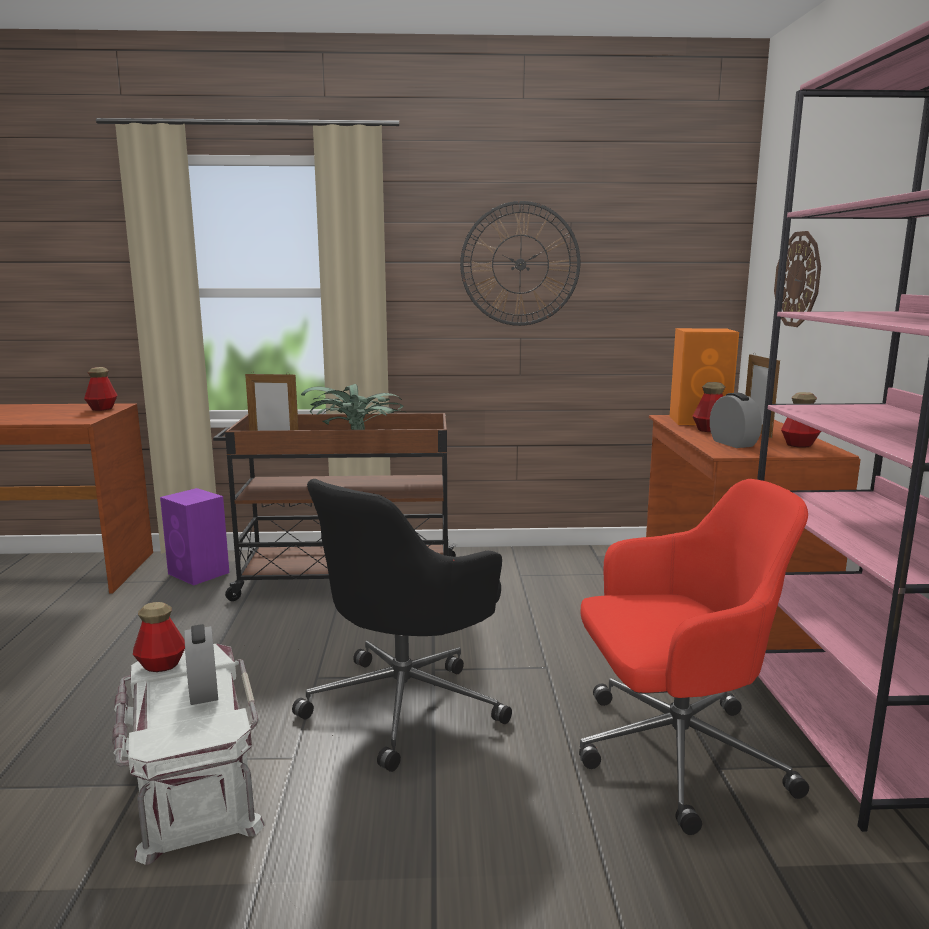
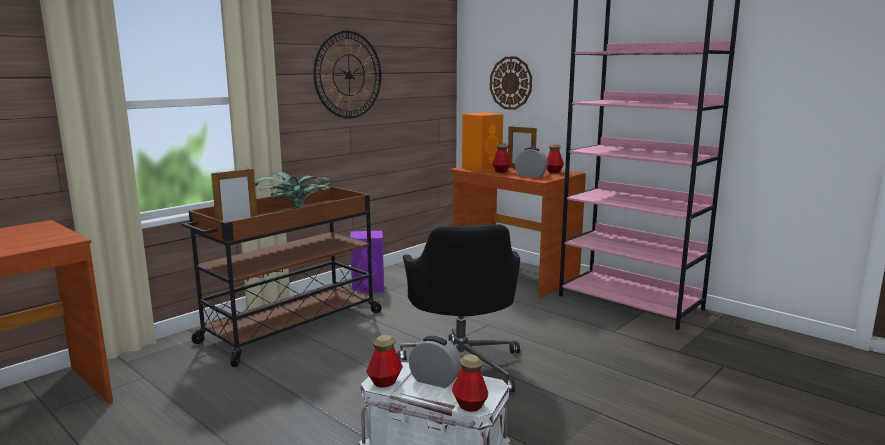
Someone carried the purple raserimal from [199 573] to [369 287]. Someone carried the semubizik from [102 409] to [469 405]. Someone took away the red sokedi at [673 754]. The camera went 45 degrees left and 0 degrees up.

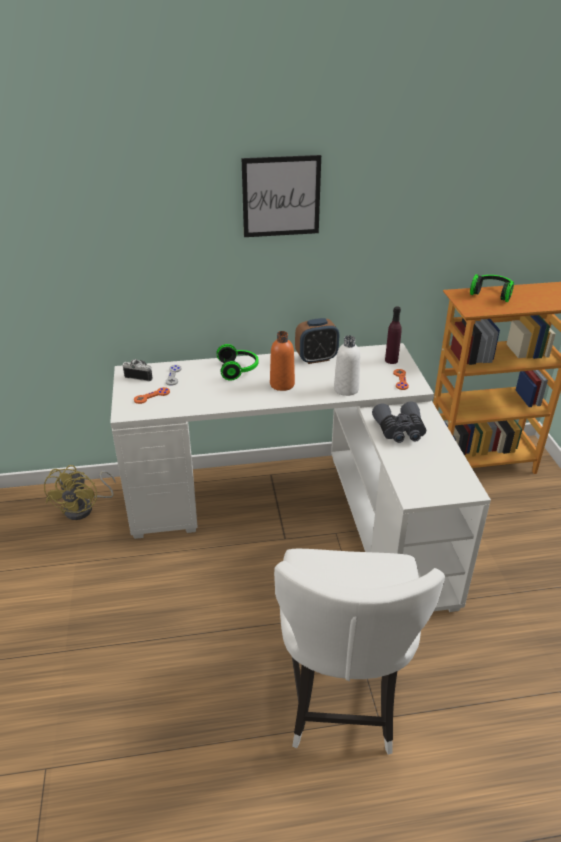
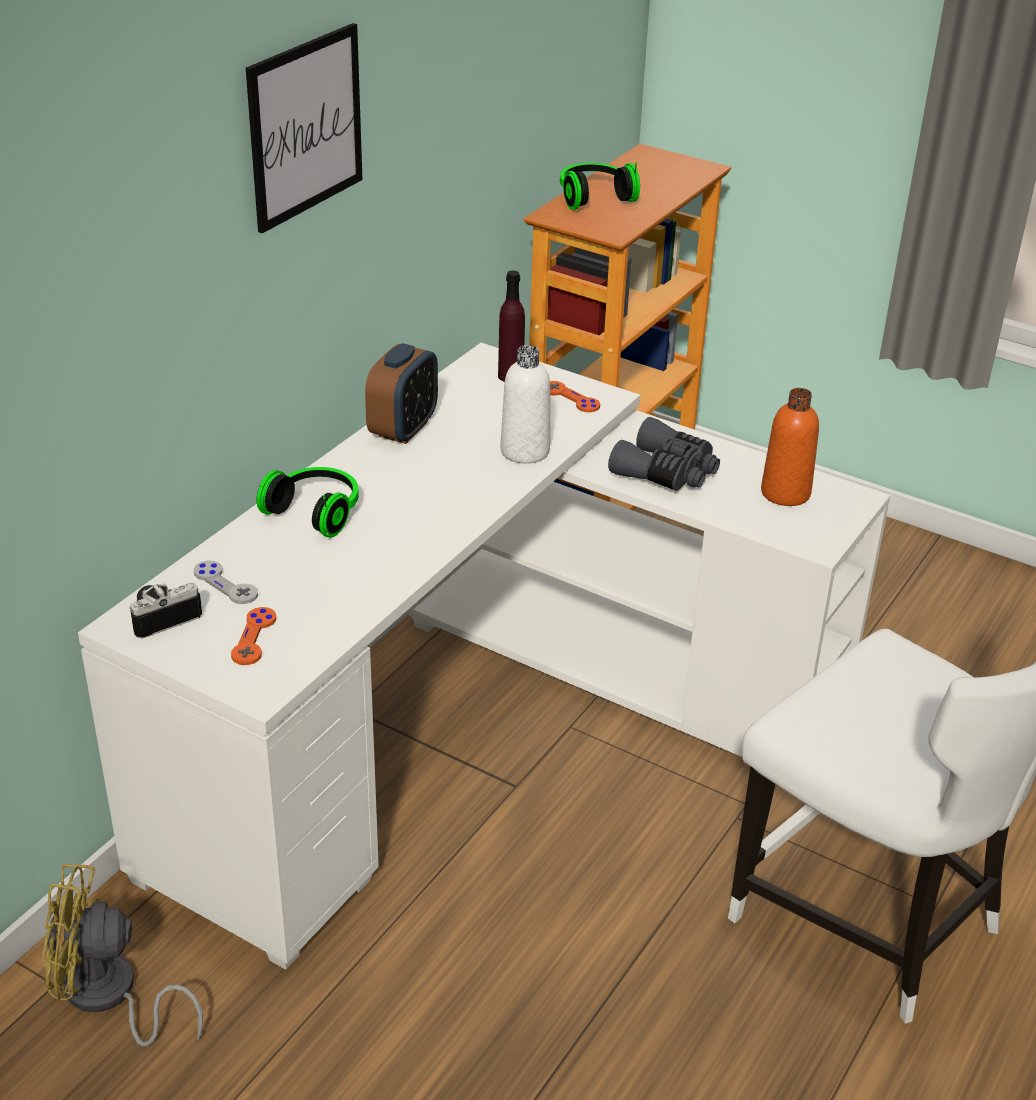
Someone rotated the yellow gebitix at [85 508] by 135 degrees clockwise. Someone carried the orange semubizik from [282 384] to [785 493]. The camera went 50 degrees left and 0 degrees up.

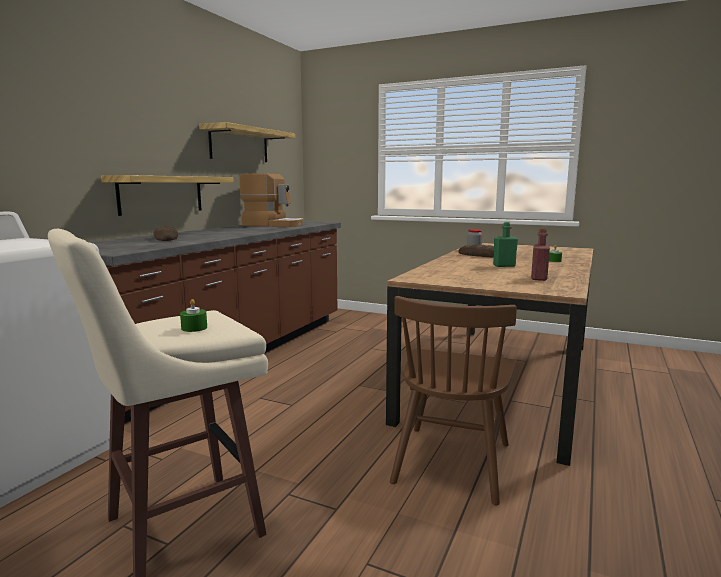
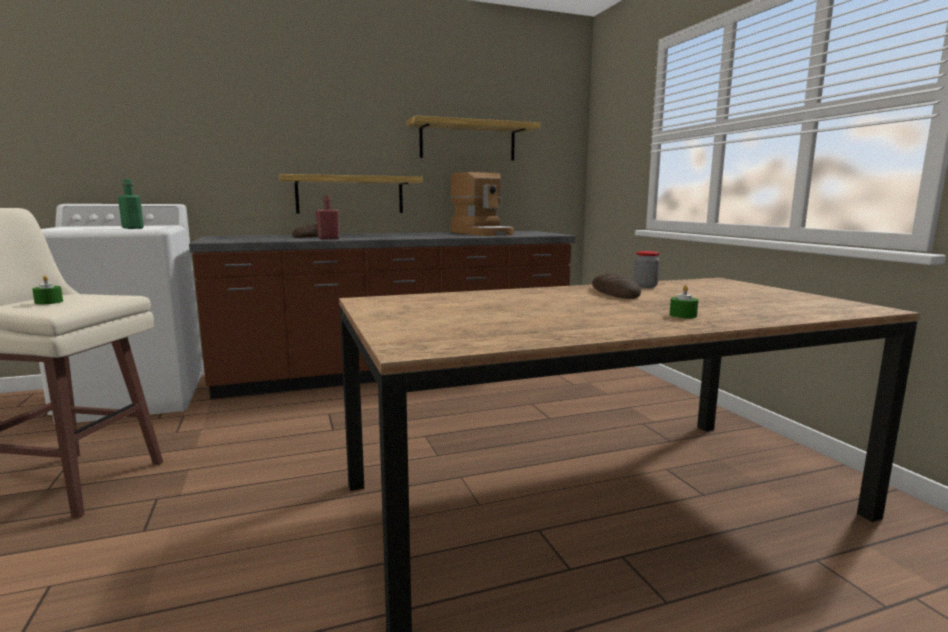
Someone carried the green semubizik from [504 266] to [132 228]. Someone carried the red semubizik from [539 278] to [328 238]. Someone took away the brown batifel at [452 462]. The camera went 45 degrees right and 0 degrees up.

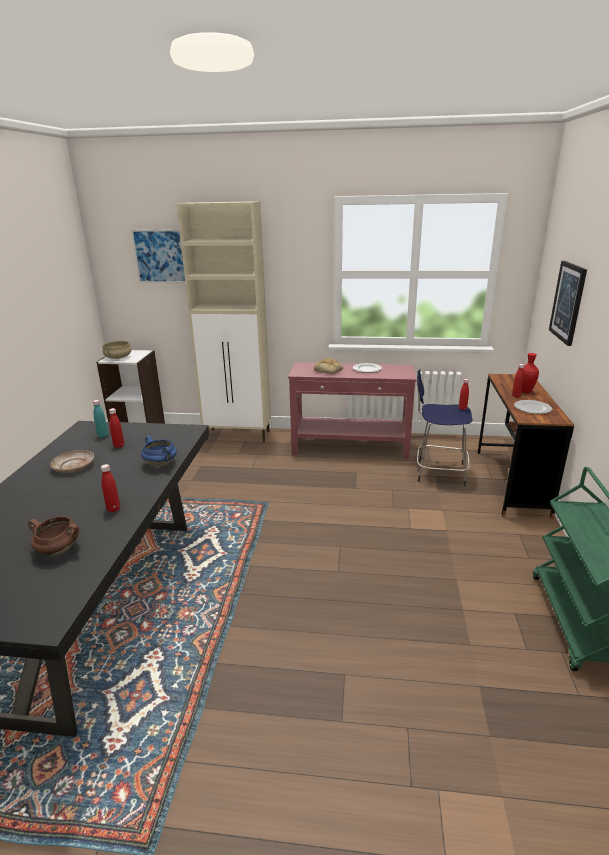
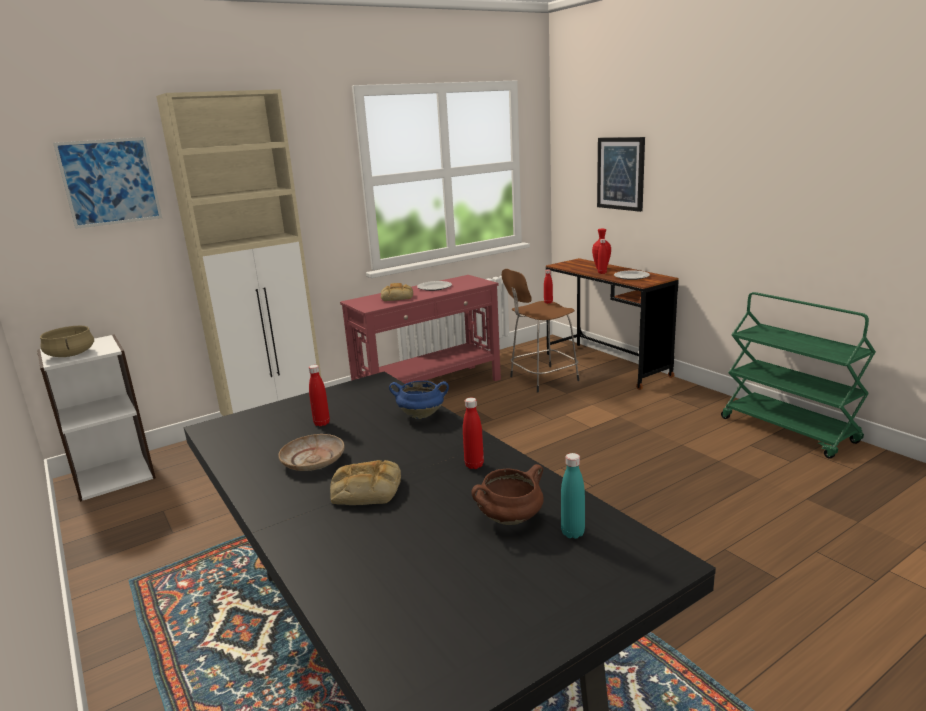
Someone put down the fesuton at [365 491]. Someone repainted the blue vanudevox at [438 472], which became the brown vanudevox at [541 379]. Someone carried the turquoise semubizik from [103 436] to [572 533]. The camera went 40 degrees left and 5 degrees down.

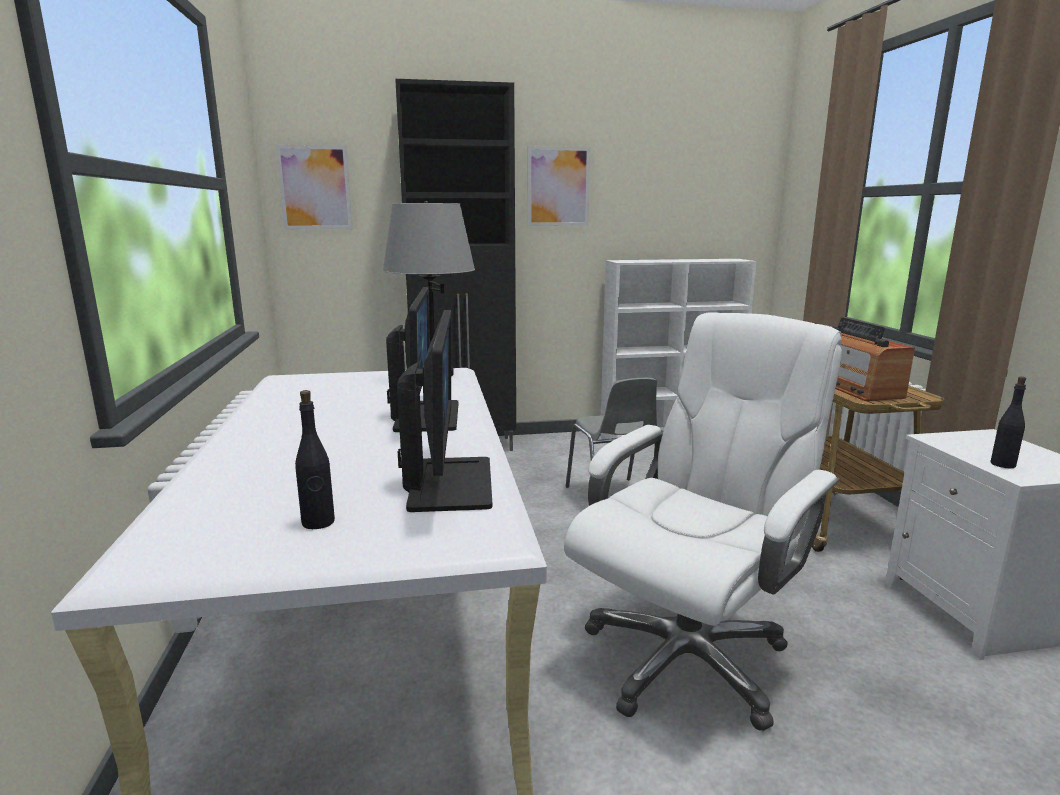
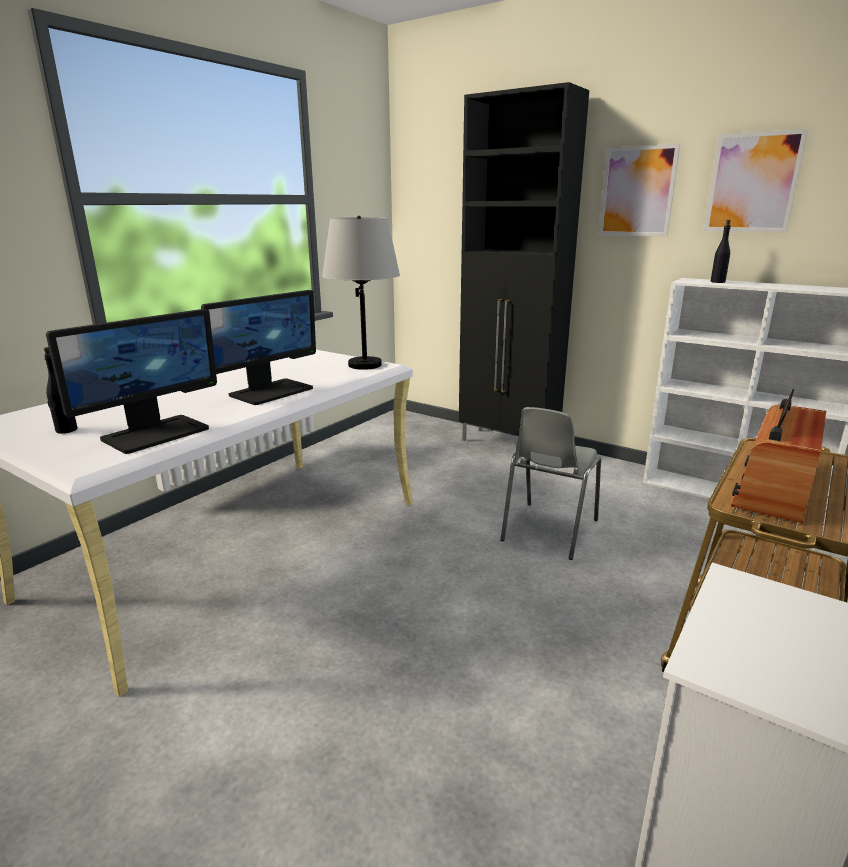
Someone carried the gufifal from [315 188] to [753 183]. Someone carried the black semubizik from [1002 464] to [717 282]. Someone took away the white sokedi at [686 657]. The camera went 45 degrees right and 5 degrees up.

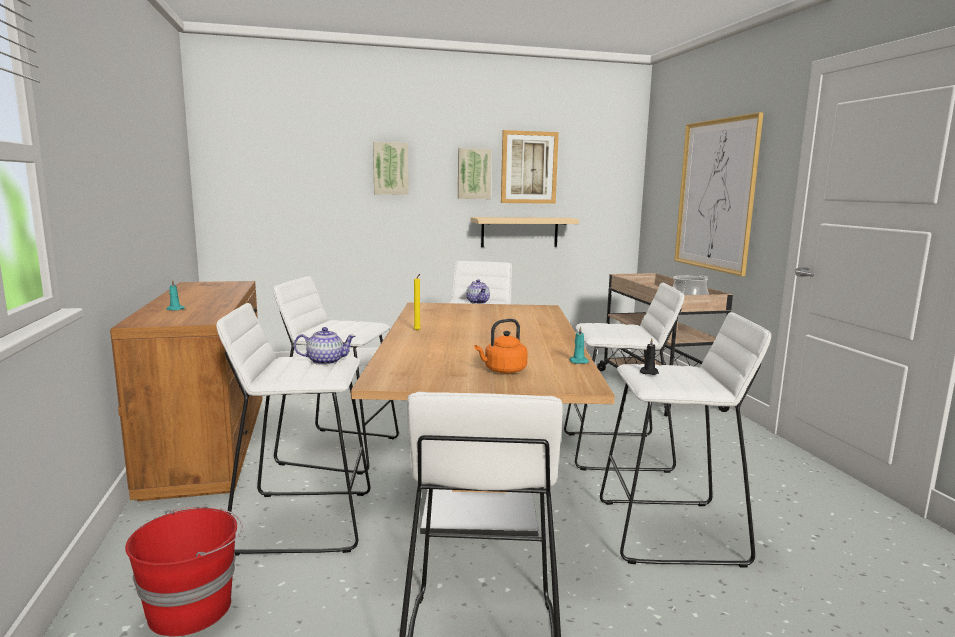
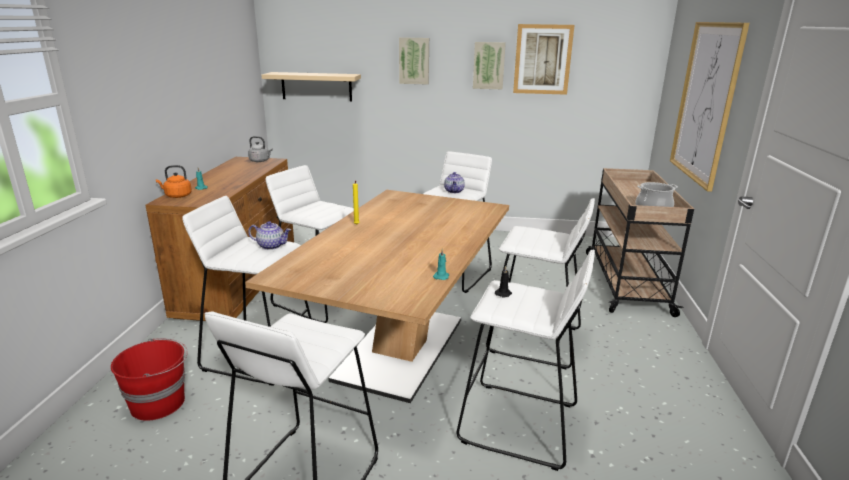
Someone carried the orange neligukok from [503 371] to [177 196]. Someone put down the grey neligukok at [260 161]. Someone carried the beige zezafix from [519 232] to [316 86]. The camera went 20 degrees right and 10 degrees up.

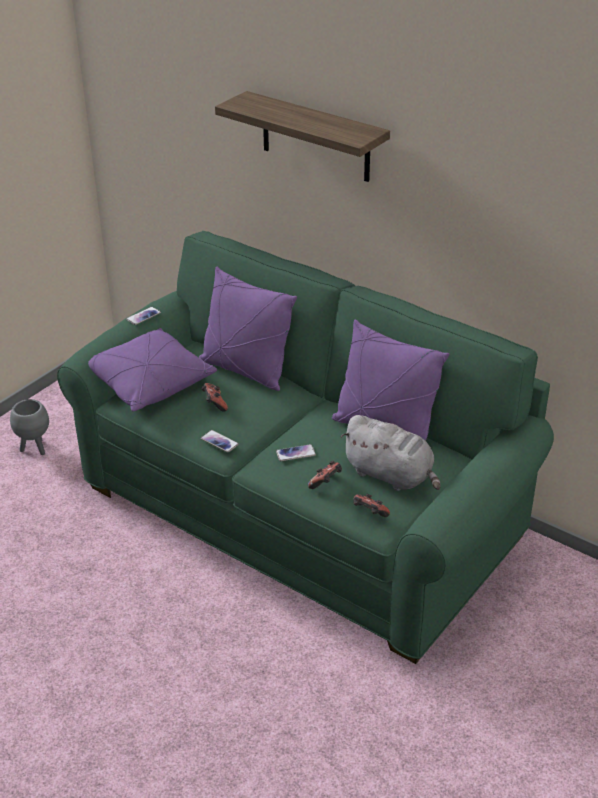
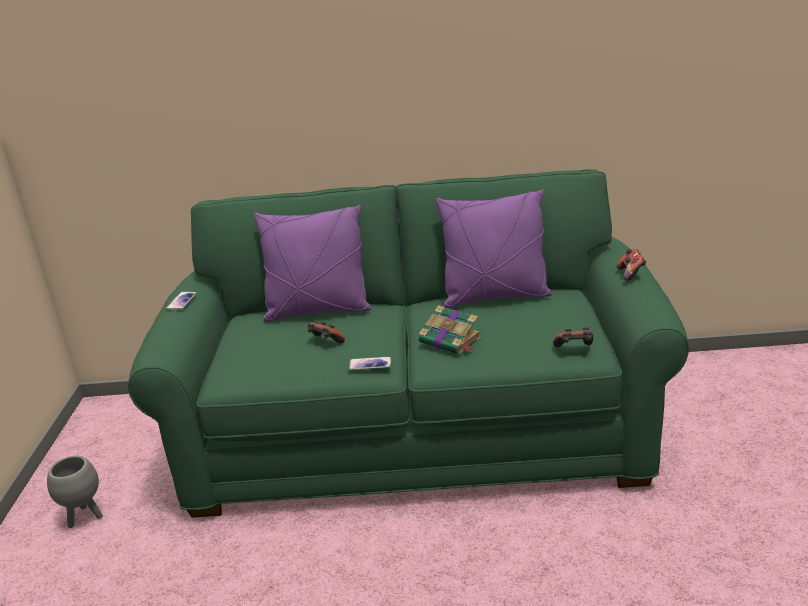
Someone swapped the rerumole at [295 453] for the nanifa at [451 341]. Someone carried the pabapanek from [326 483] to [631 274]. Someone took away the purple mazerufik at [148 383]. Someone took away the zezafix at [315 137]. Someone took away the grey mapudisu at [391 475]. The camera went 35 degrees left and 10 degrees down.

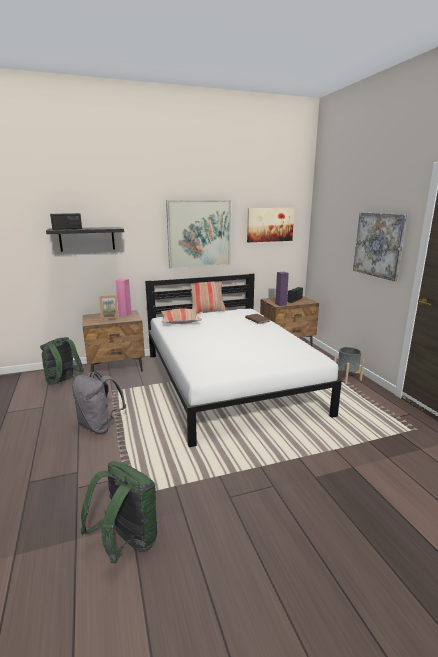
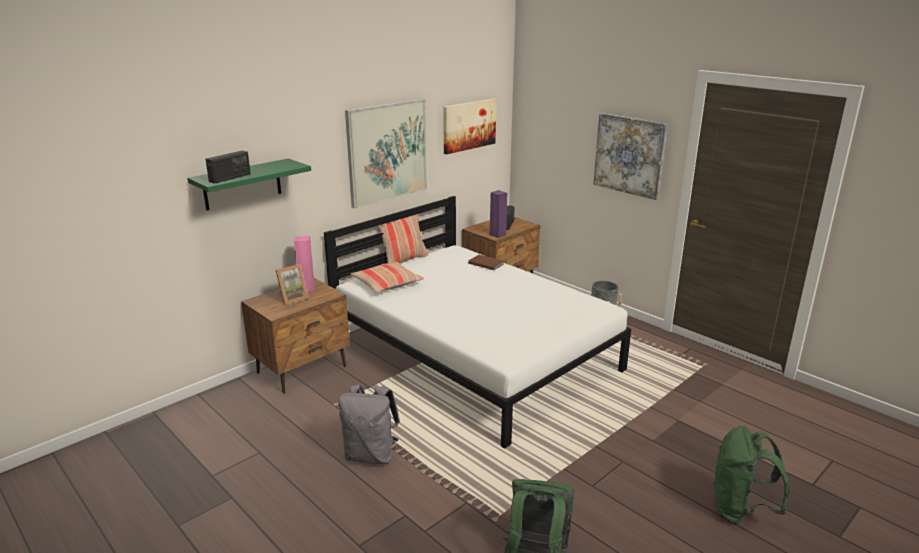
Someone repainted the black zezafix at [87 239], which became the green zezafix at [242 184]. Someone carried the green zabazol from [63 382] to [740 510]. The camera went 25 degrees left and 5 degrees up.

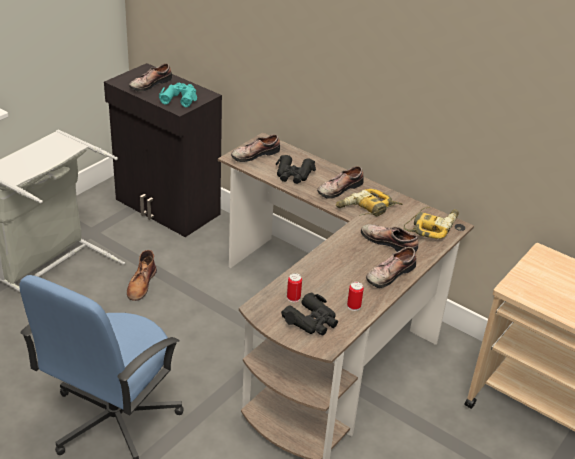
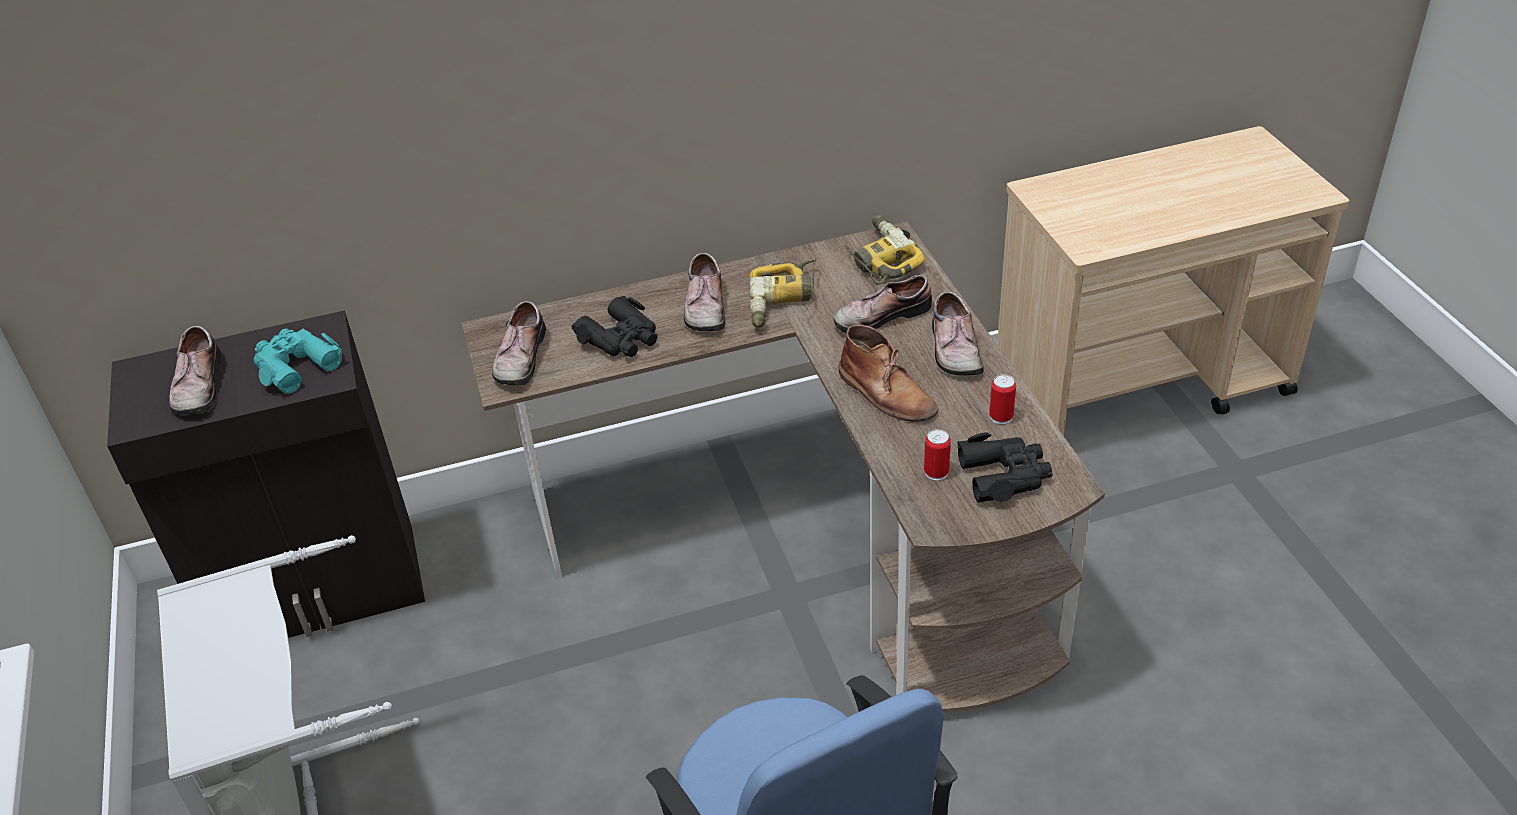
Someone carried the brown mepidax from [141 284] to [887 394]. The camera went 50 degrees left and 5 degrees up.

